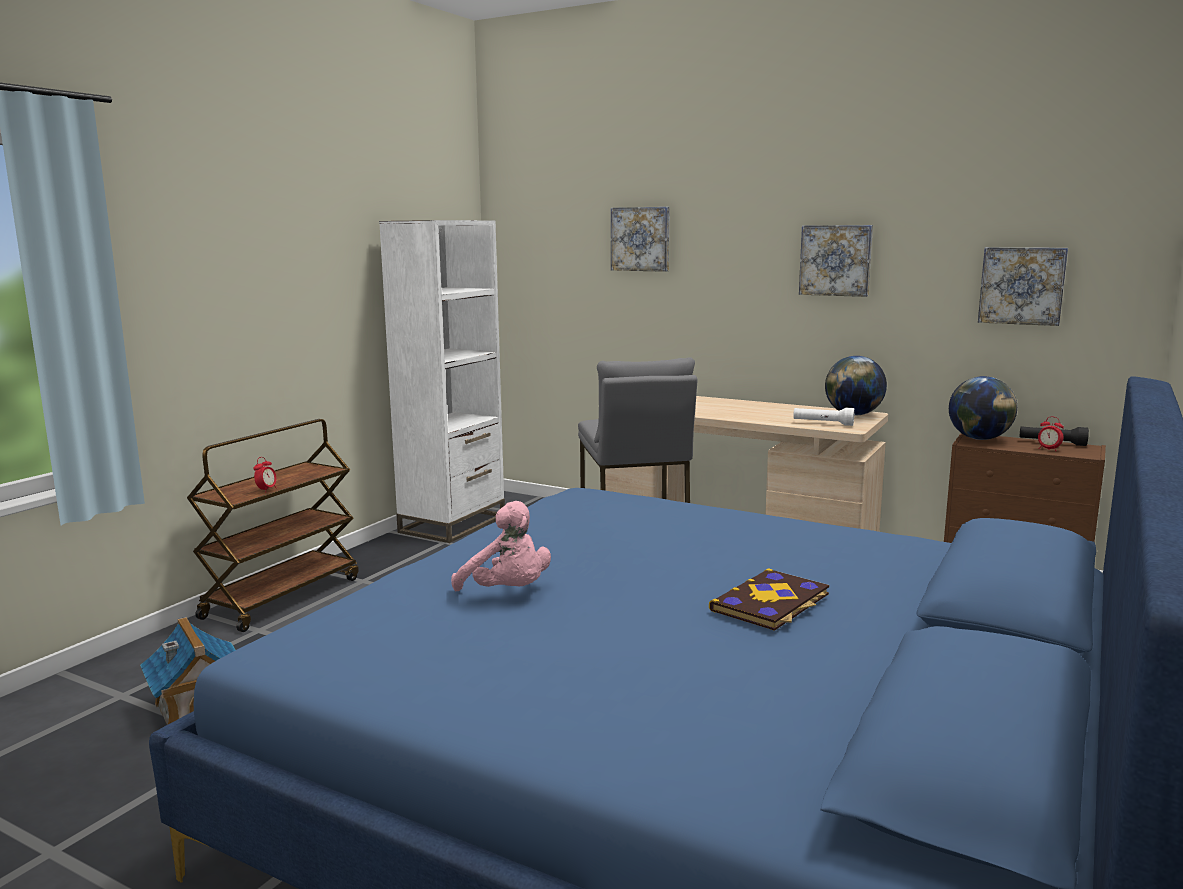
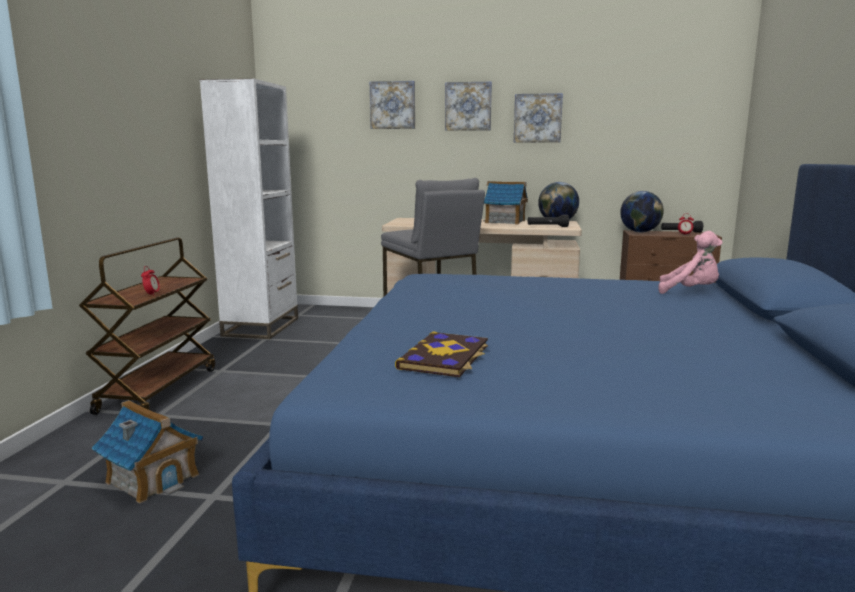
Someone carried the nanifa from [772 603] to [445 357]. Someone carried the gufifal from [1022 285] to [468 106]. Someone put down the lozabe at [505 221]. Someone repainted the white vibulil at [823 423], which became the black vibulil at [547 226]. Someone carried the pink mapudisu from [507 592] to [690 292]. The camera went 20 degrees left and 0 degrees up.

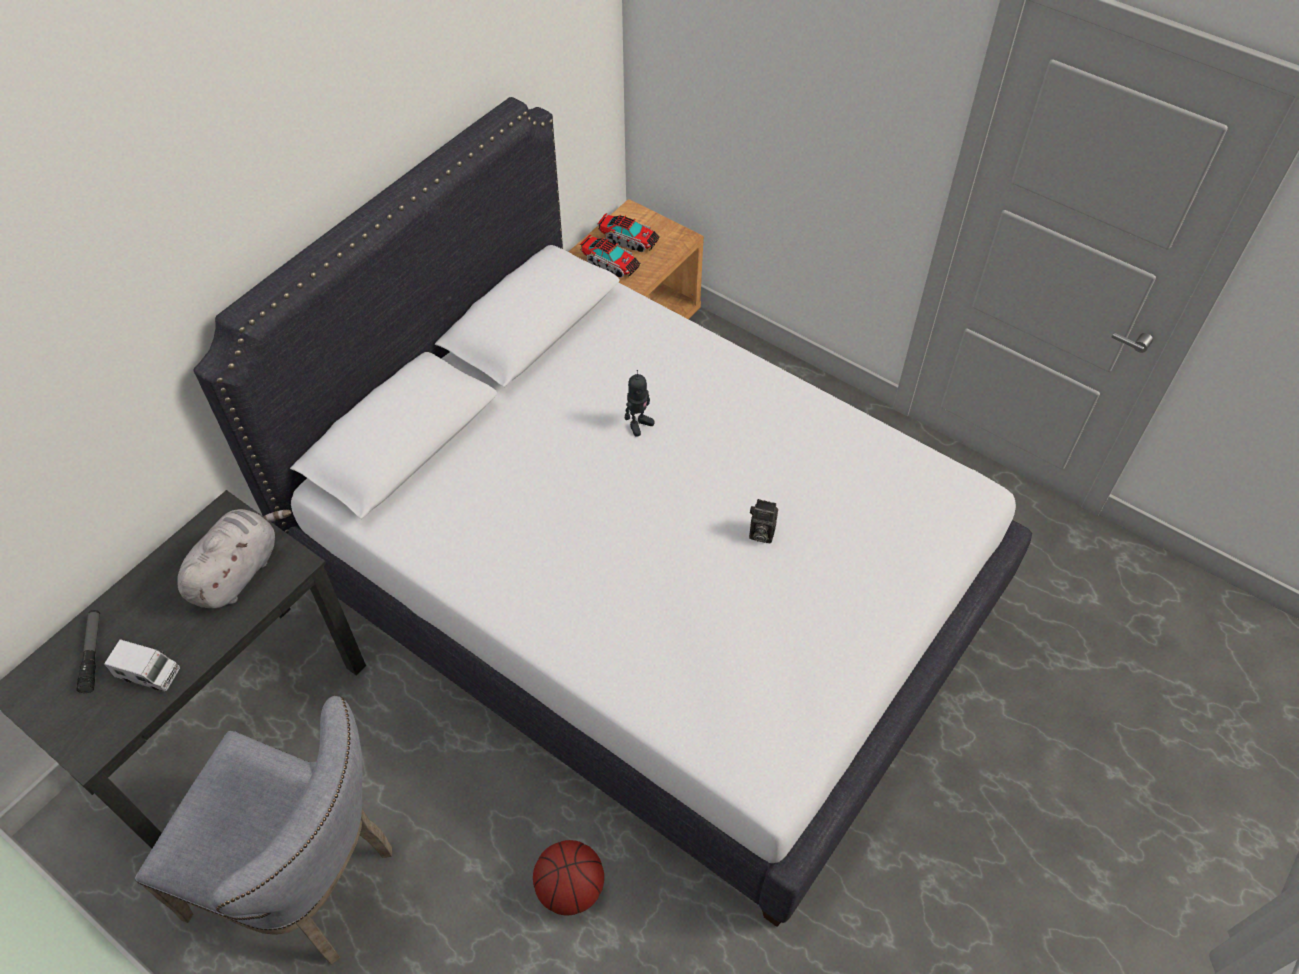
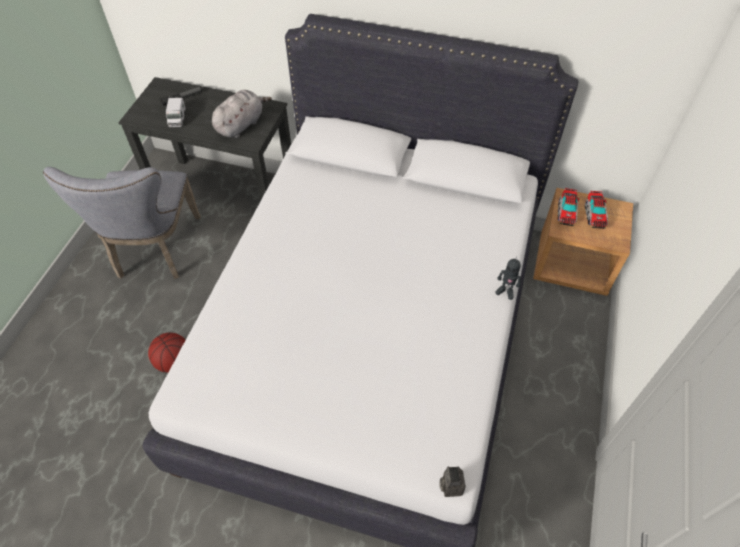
Someone rotated the grey mapudisu at [238 571] by 60 degrees counterclockwise. Someone carried the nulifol from [760 533] to [450 486]. Someone carried the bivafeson from [638 424] to [505 291]. The camera went 70 degrees right and 0 degrees up.

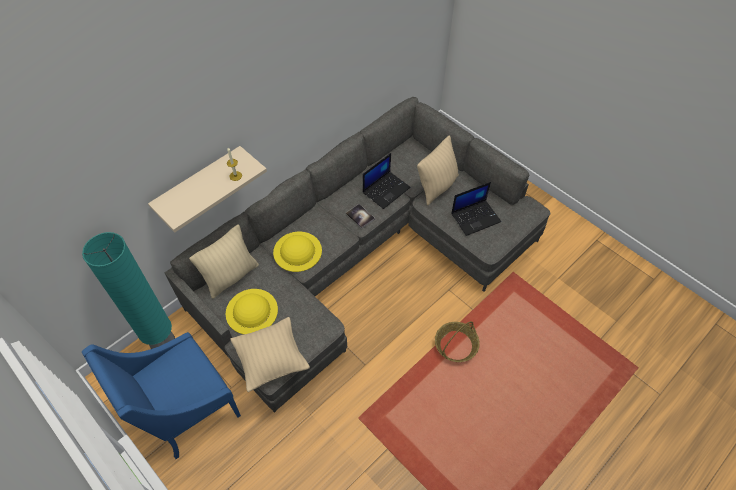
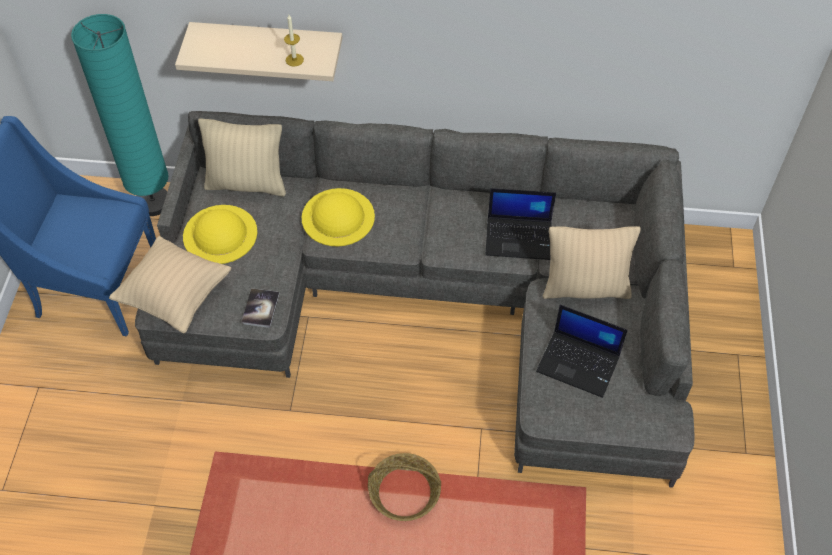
Someone carried the nanifa from [360 216] to [260 308]. The camera went 50 degrees right and 0 degrees up.

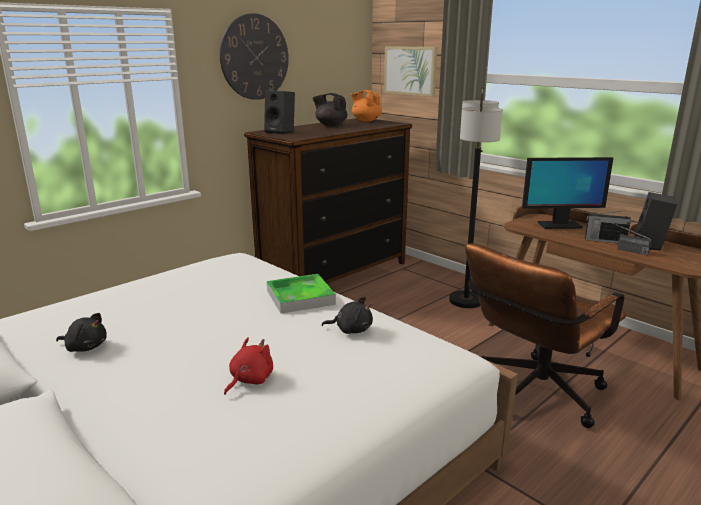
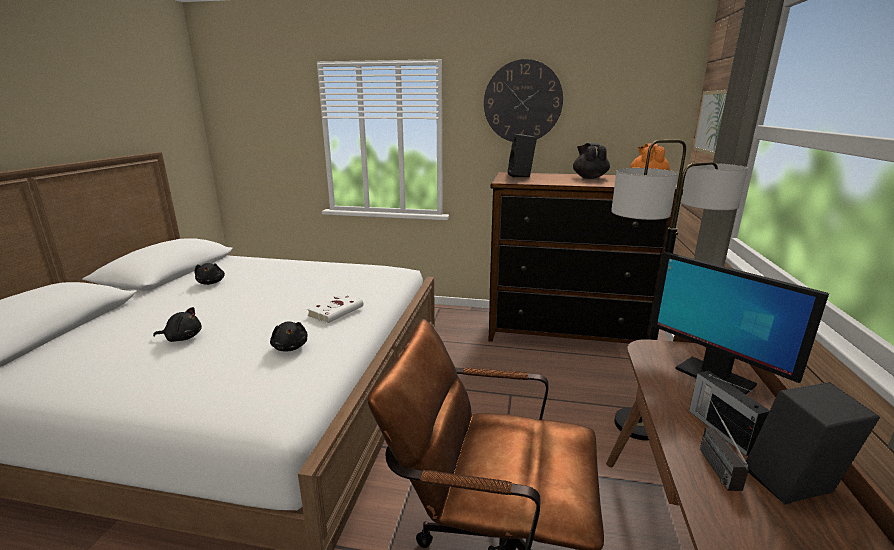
Someone repainted the red mapudisu at [249 380], which became the black mapudisu at [182 338]. Someone swapped the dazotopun at [300 297] for the white nanifa at [337 311]. The camera went 55 degrees right and 0 degrees up.

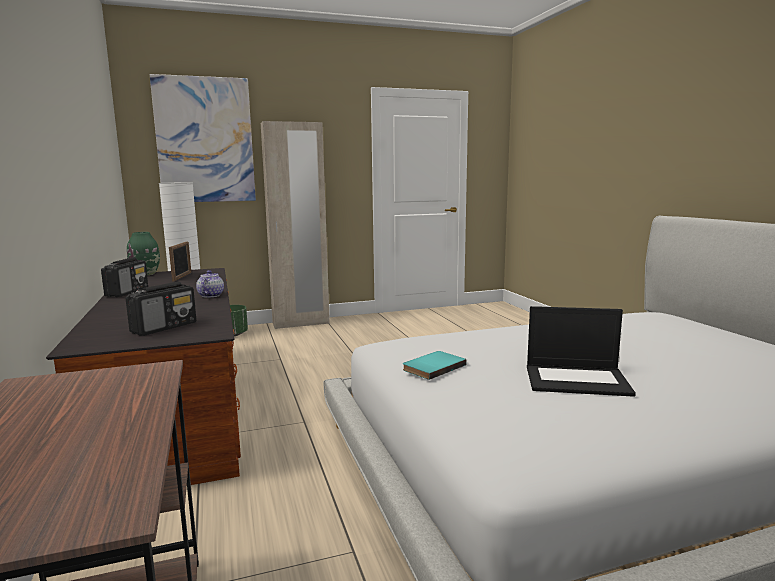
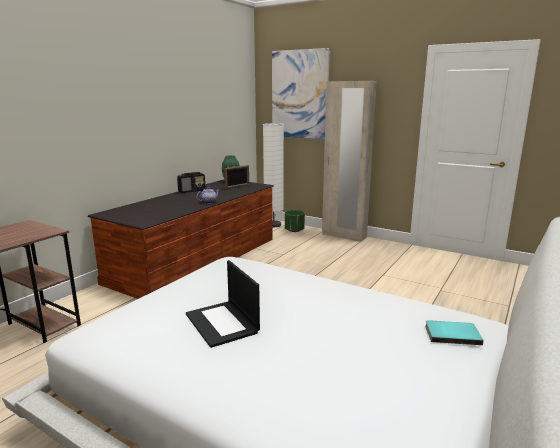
Someone carried the turquoise nanifa from [432 367] to [452 334]. Someone took away the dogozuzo at [165 327]. The camera went 50 degrees right and 5 degrees up.

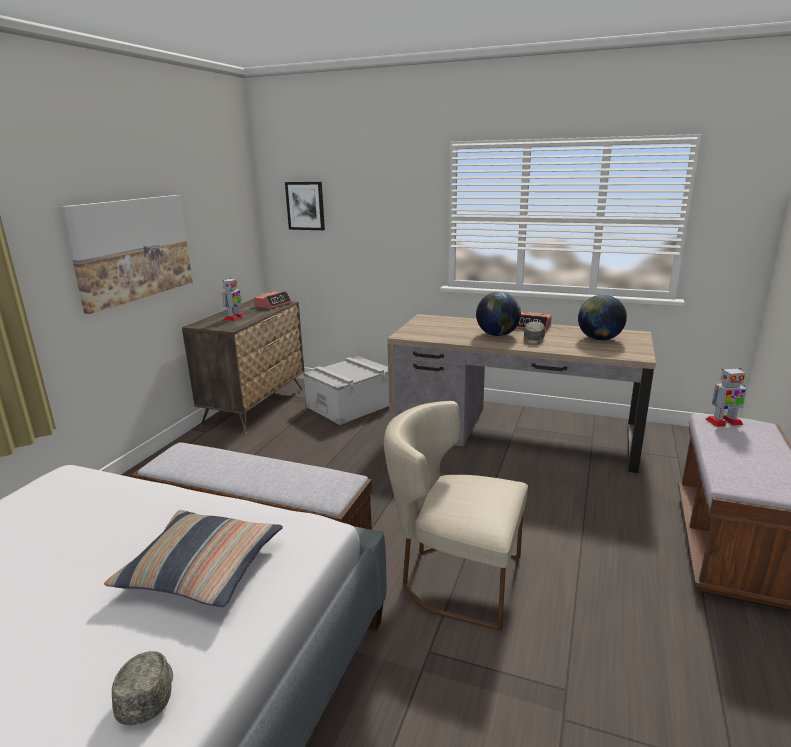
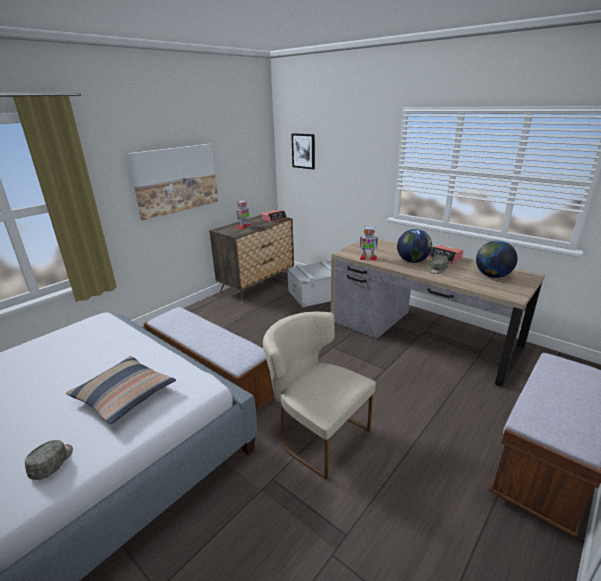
Someone carried the bivafeson from [723 422] to [367 258]. The camera went 20 degrees right and 5 degrees up.

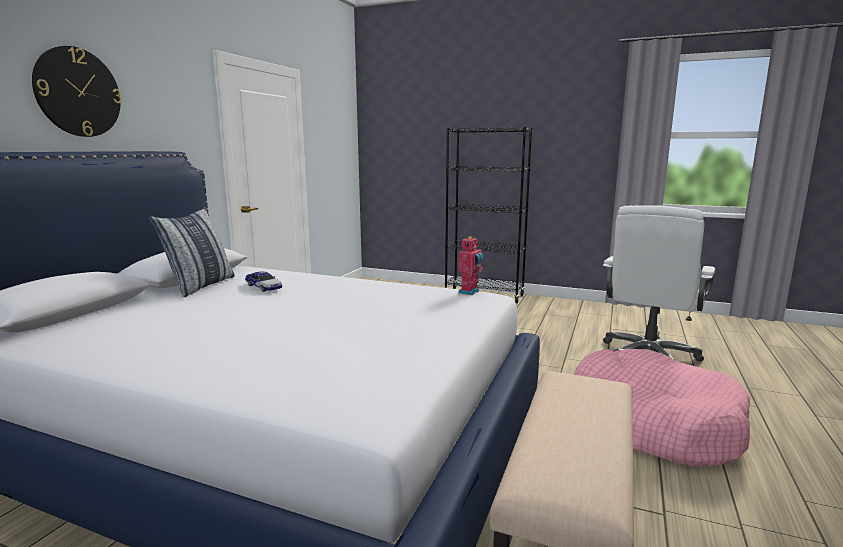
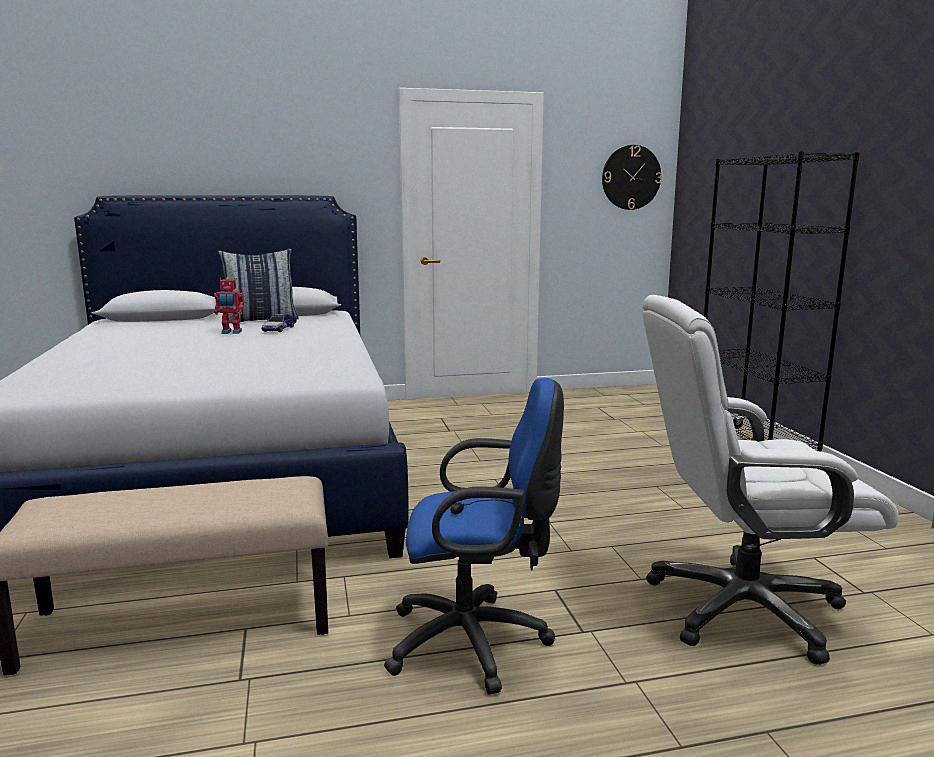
Someone carried the bivafeson from [470 292] to [231 332]. Someone swapped the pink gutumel at [651 423] for the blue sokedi at [476 642]. Someone carried the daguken from [78 92] to [631 177]. The camera went 55 degrees right and 0 degrees up.

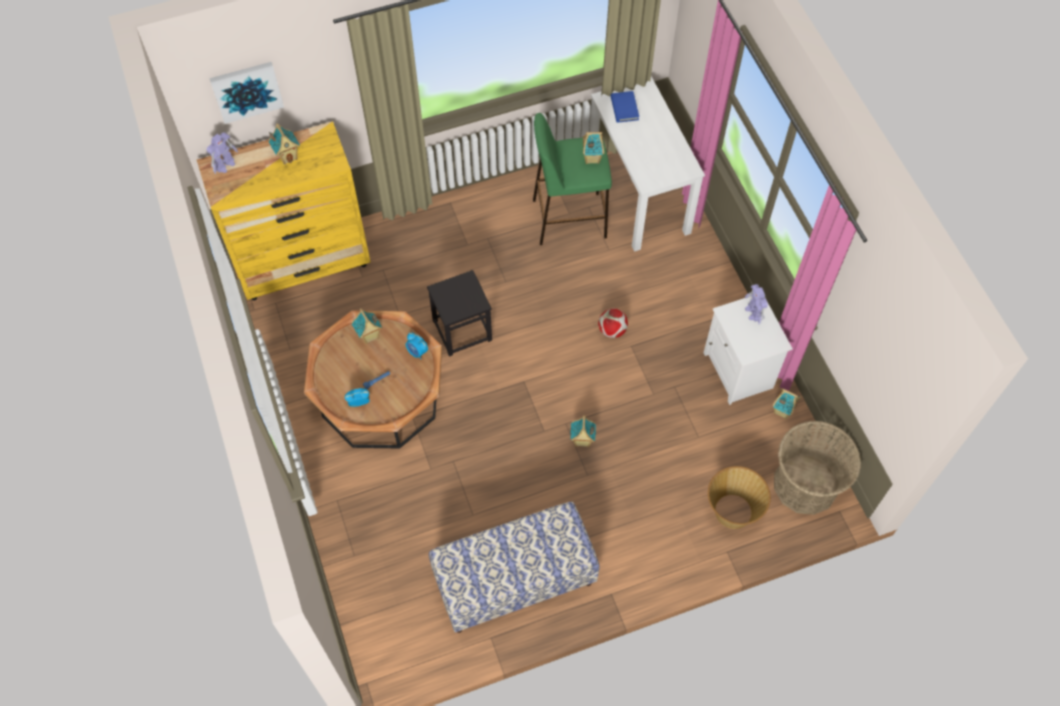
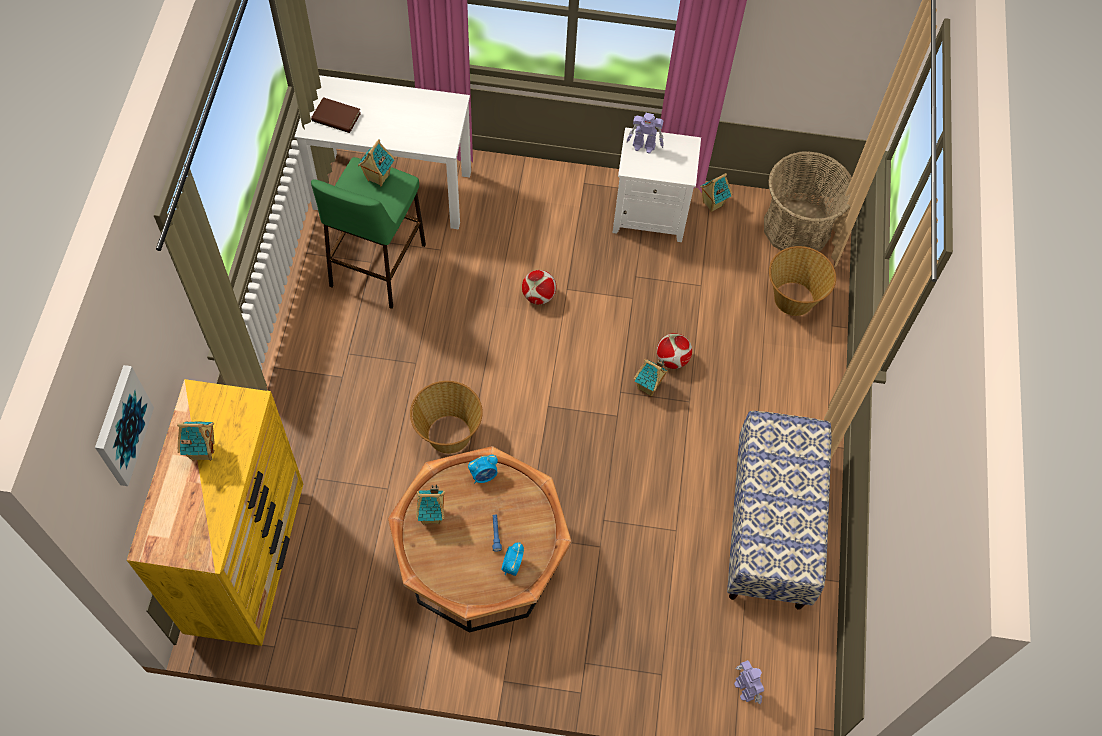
Someone repainted the blue nanifa at [624 108], which became the brown nanifa at [336 117]. Someone swapped the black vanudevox at [462 329] for the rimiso at [448 434]. Someone put down the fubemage at [672 359]. Someone carried the bivafeson from [225 164] to [744 688]. The camera went 65 degrees left and 0 degrees up.

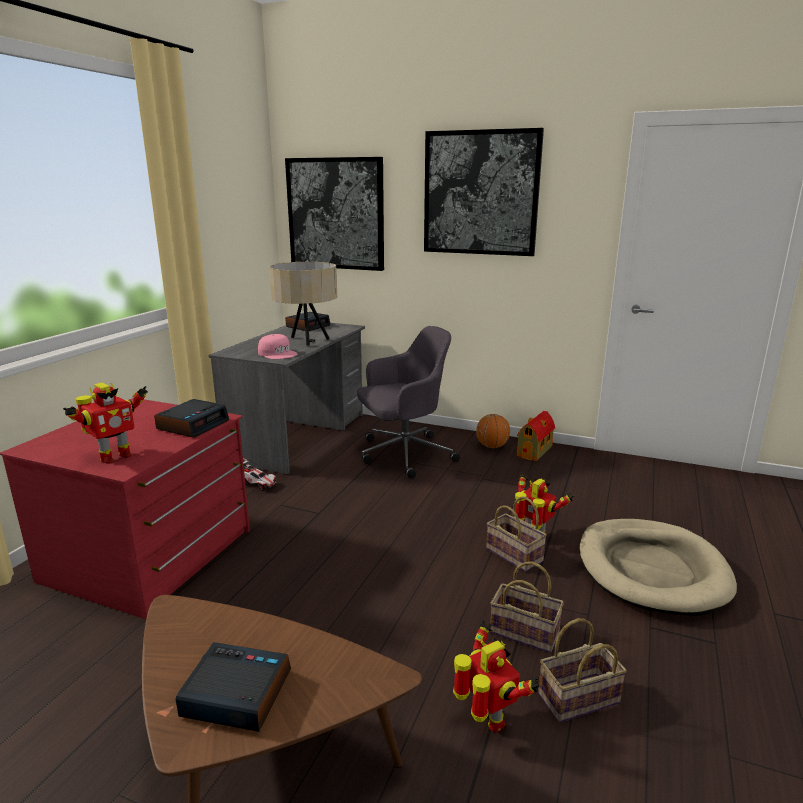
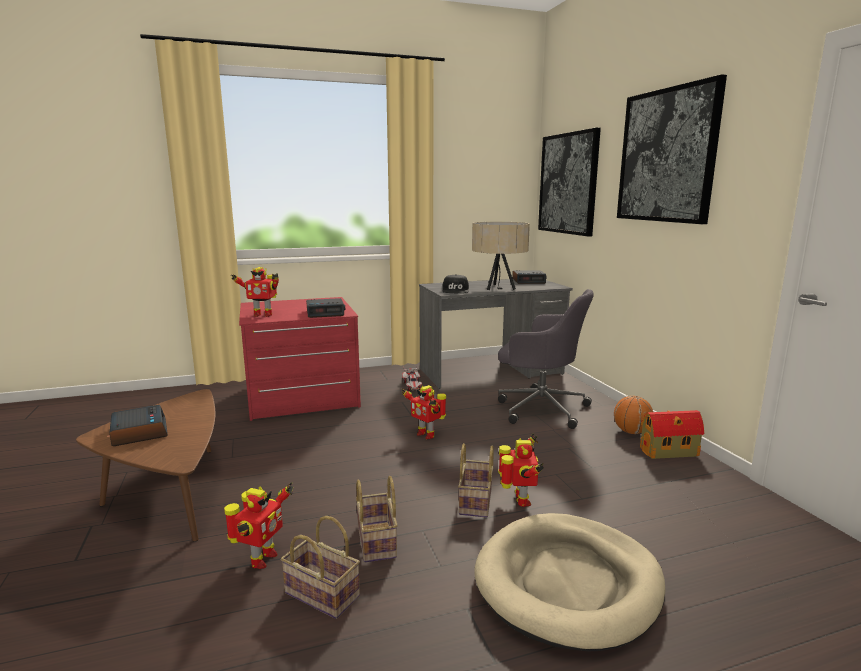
Someone put down the bivafeson at [426 434]. Someone repainted the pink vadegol at [278 353], which became the black vadegol at [456 290]. The camera went 50 degrees right and 5 degrees down.

